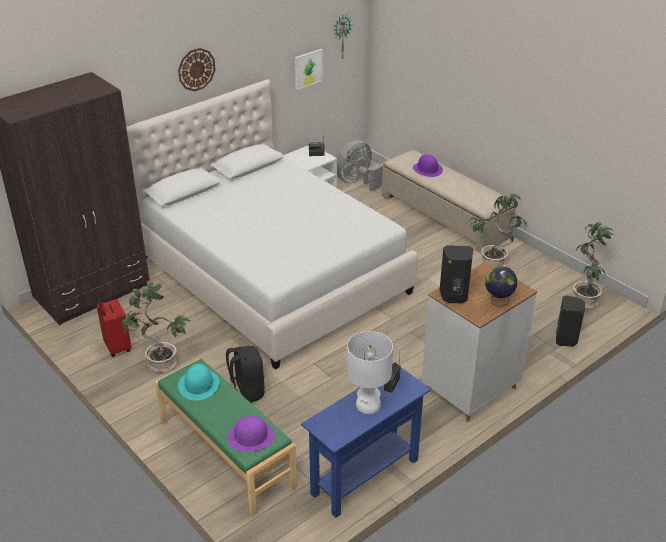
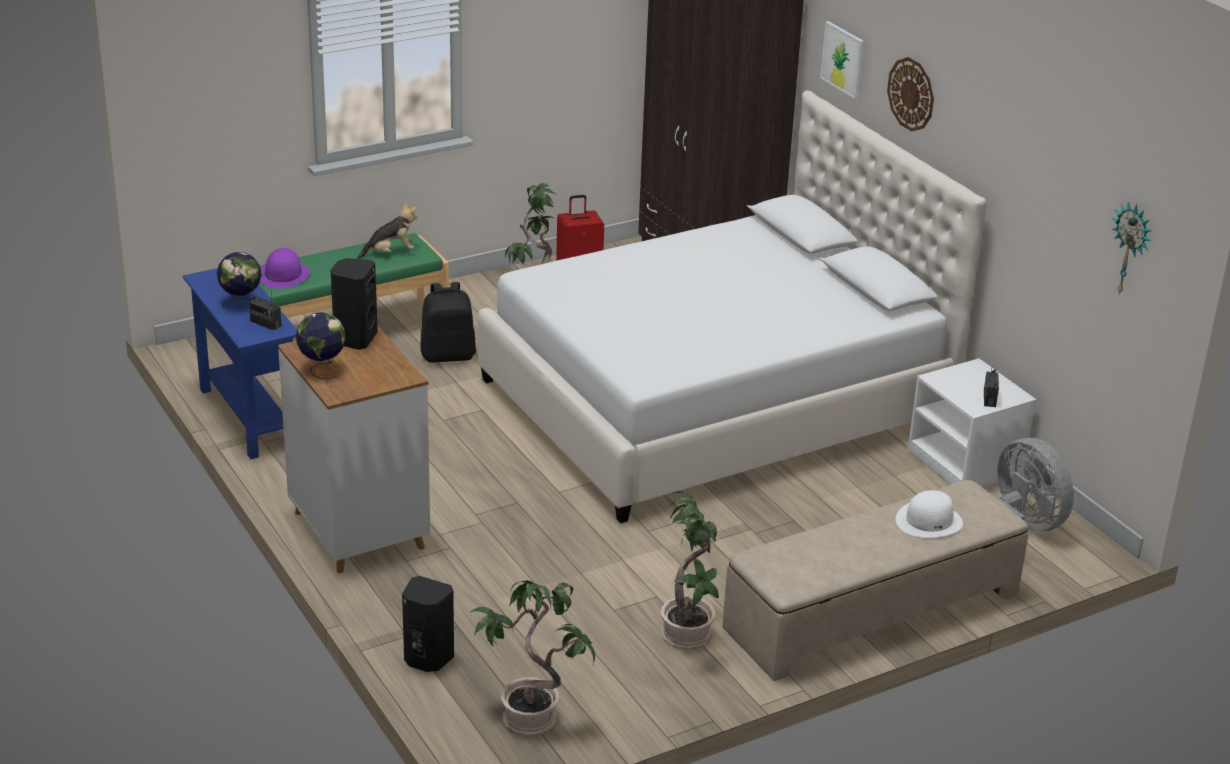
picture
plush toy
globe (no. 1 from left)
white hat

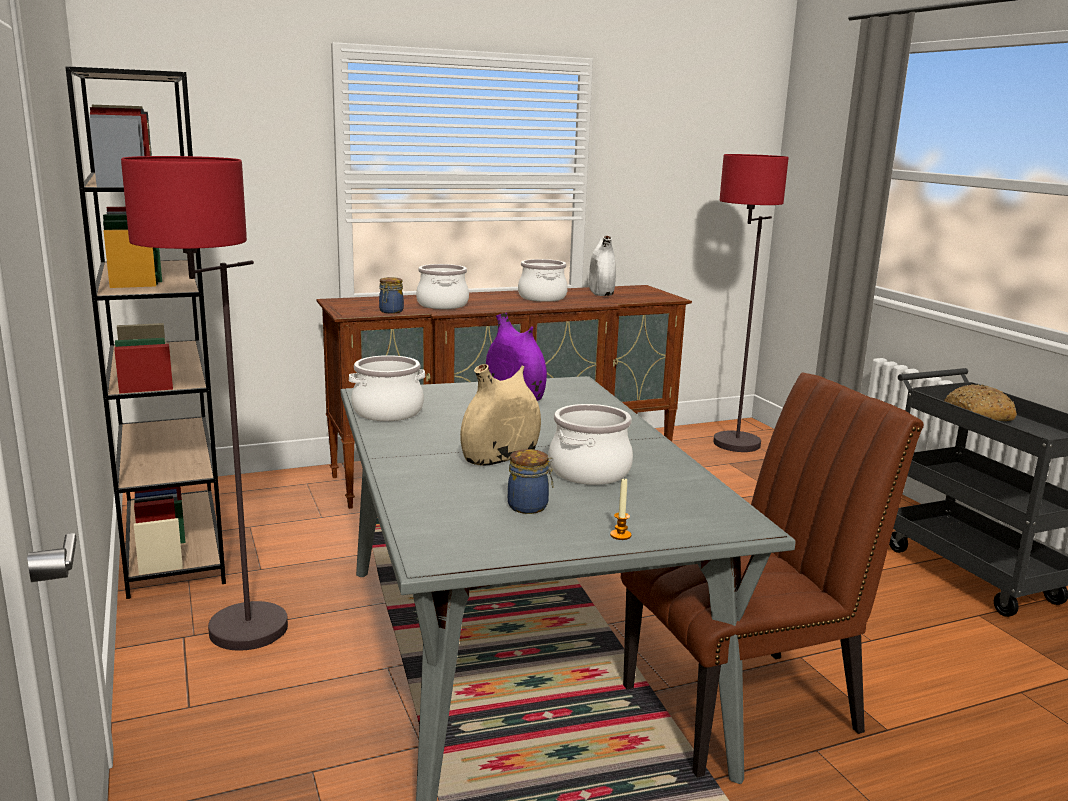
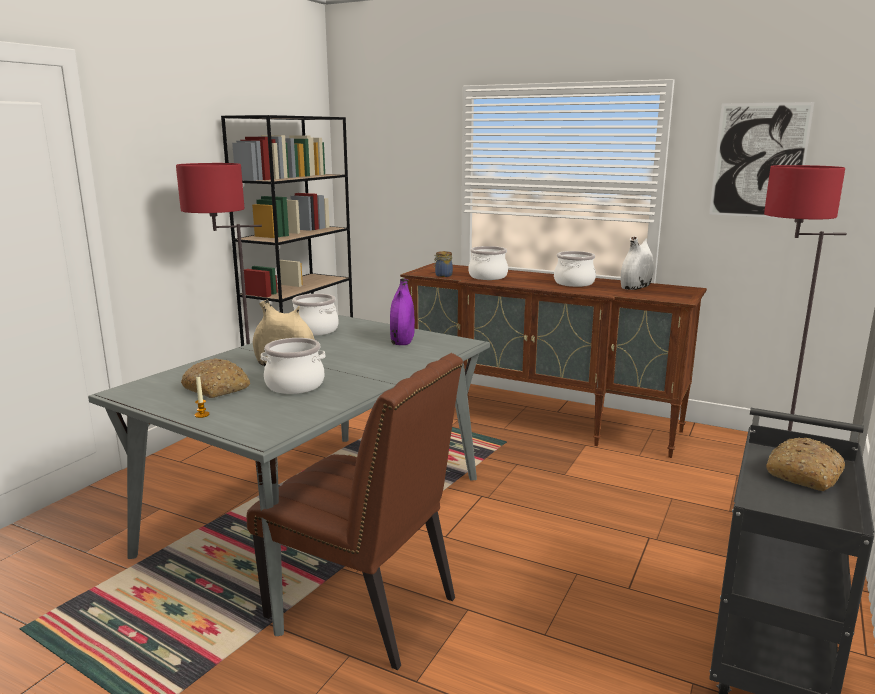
picture
bread (no. 1 from left)

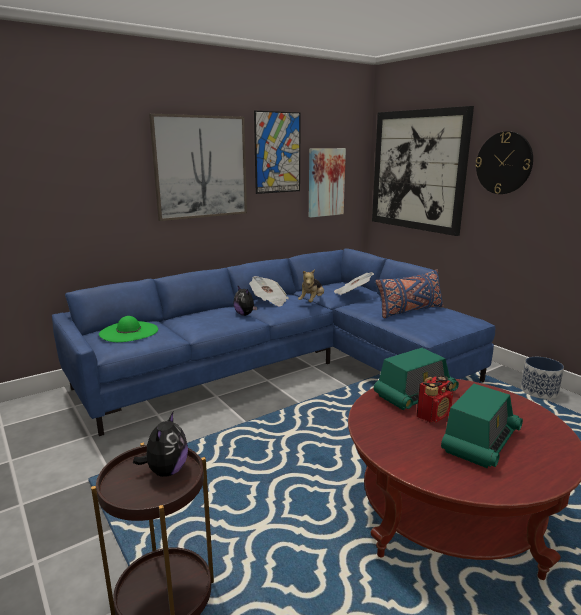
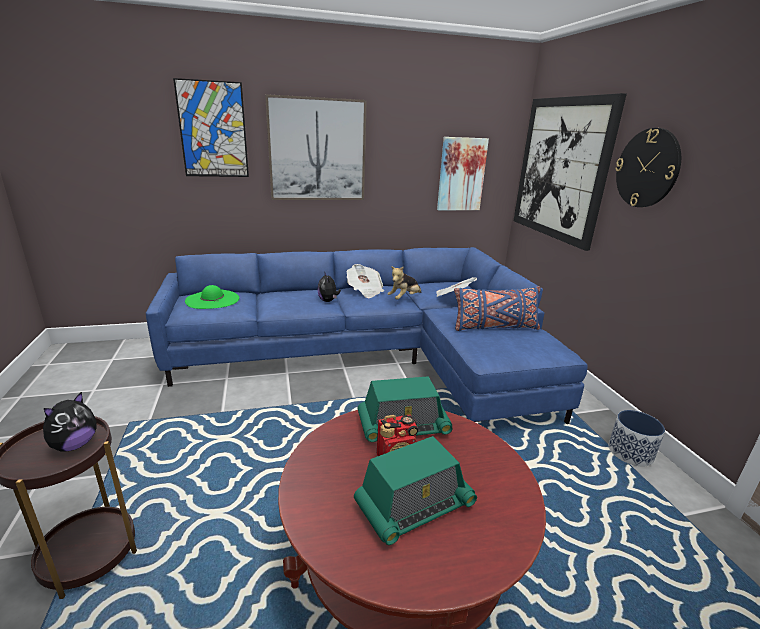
picture (no. 1 from left)

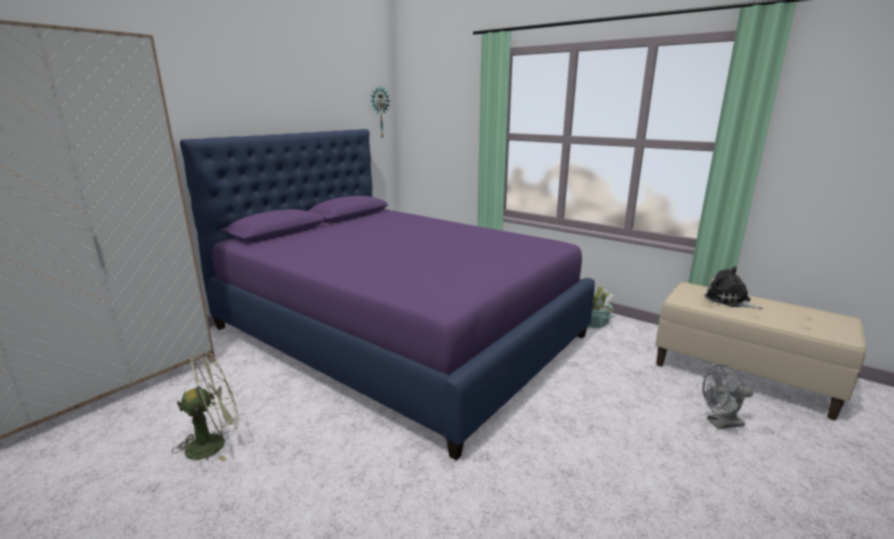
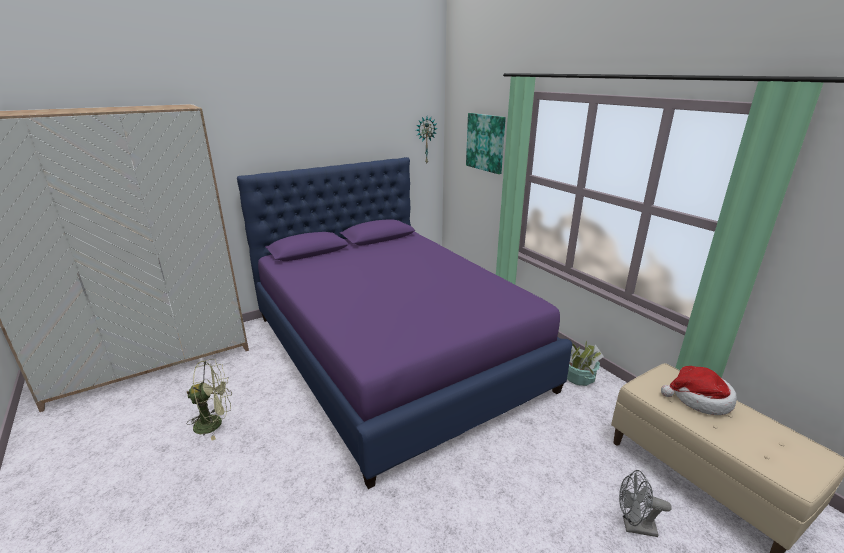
picture
hat

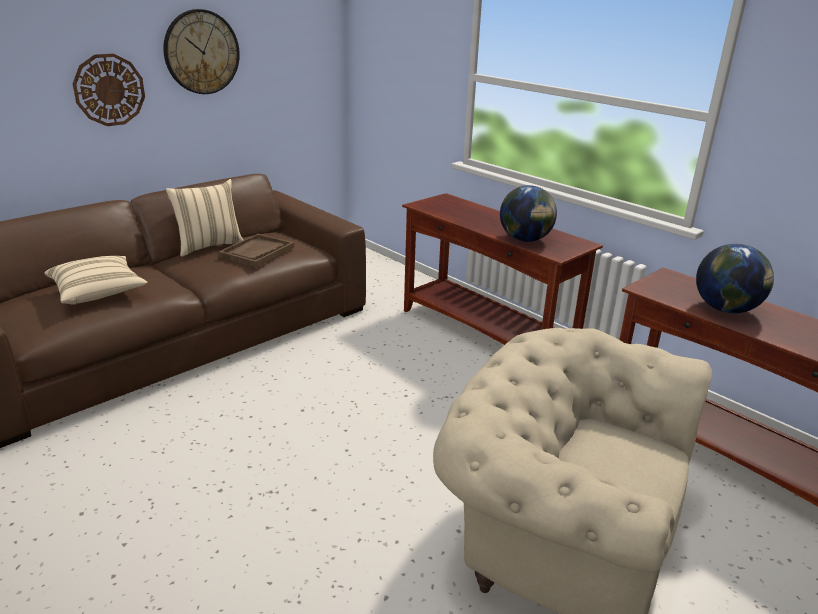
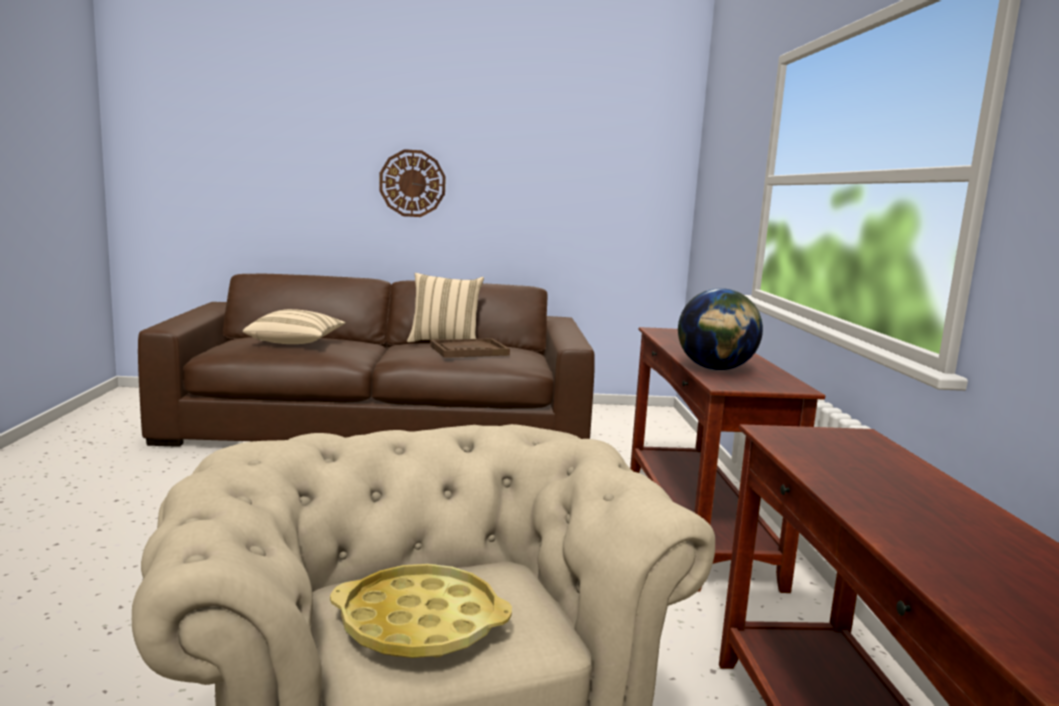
wall clock (no. 2 from left in the first image)
globe (no. 2 from left in the first image)
yellow tray

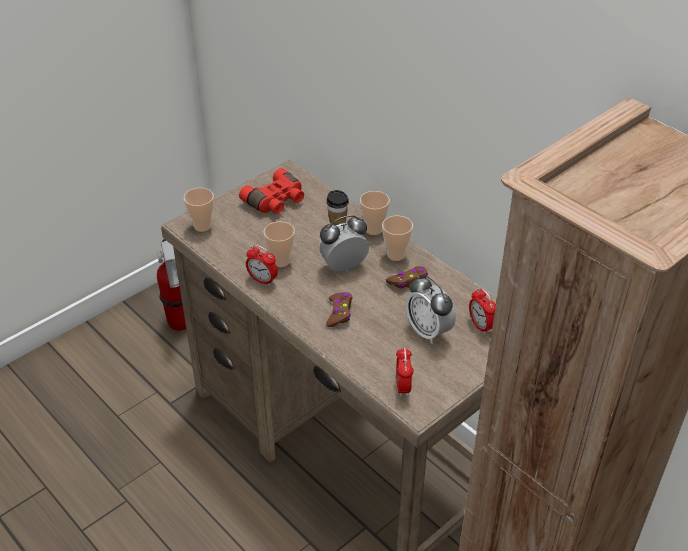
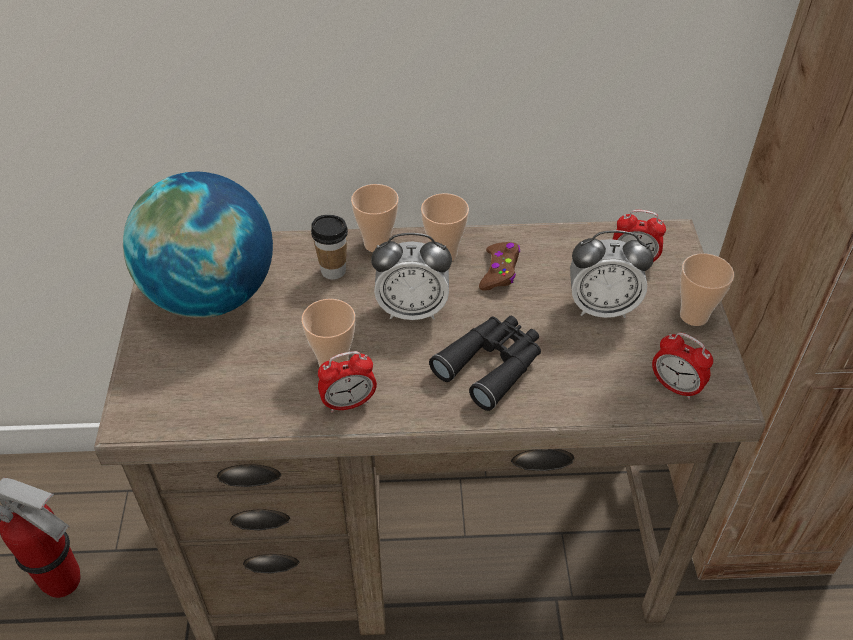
cup (no. 5 from left)
globe
black binoculars
alarm clock (no. 2 from left)

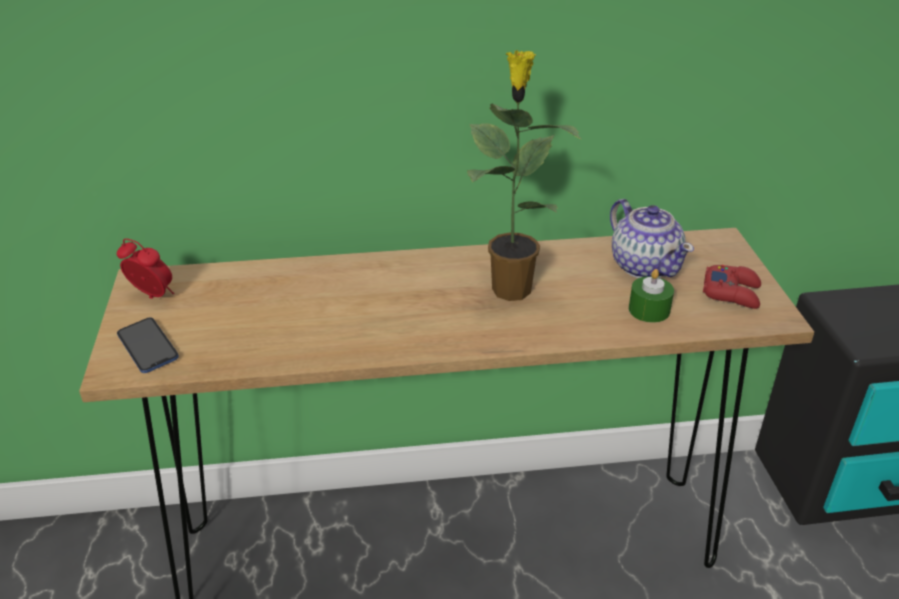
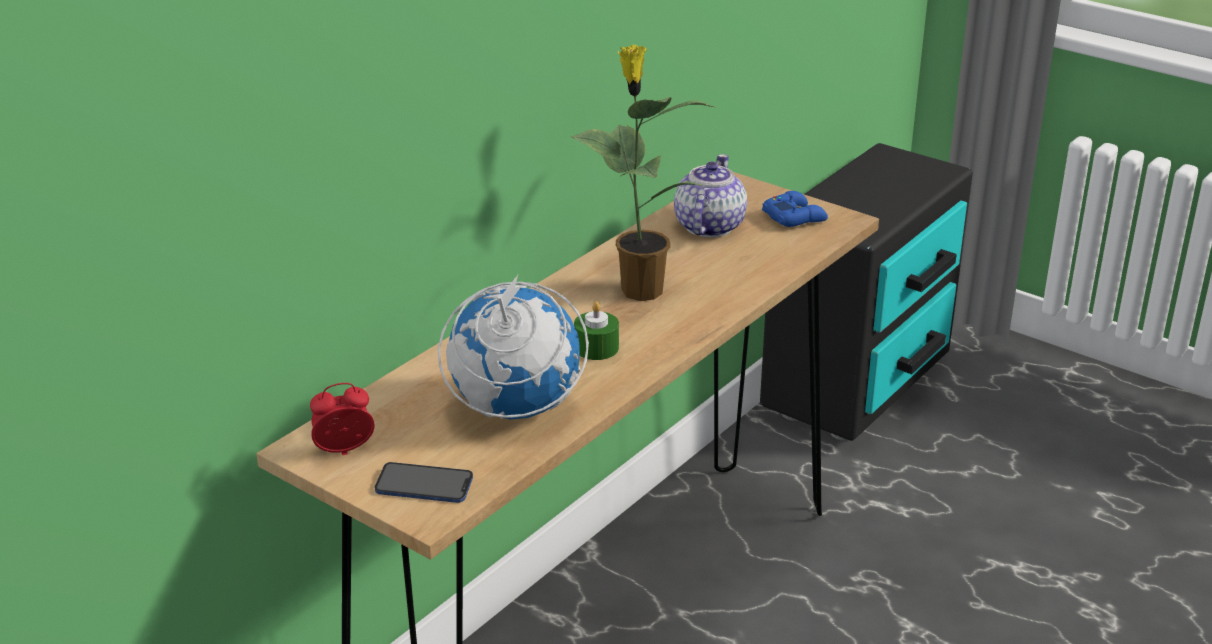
globe
green candle
blue game controller
teapot

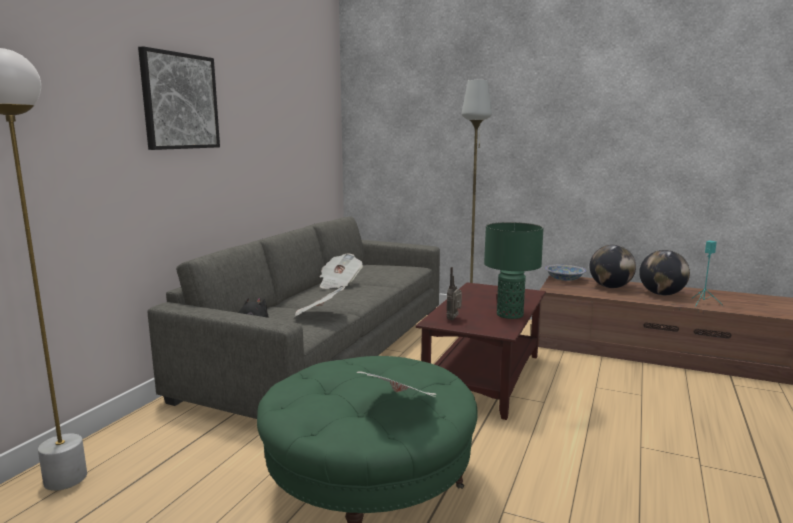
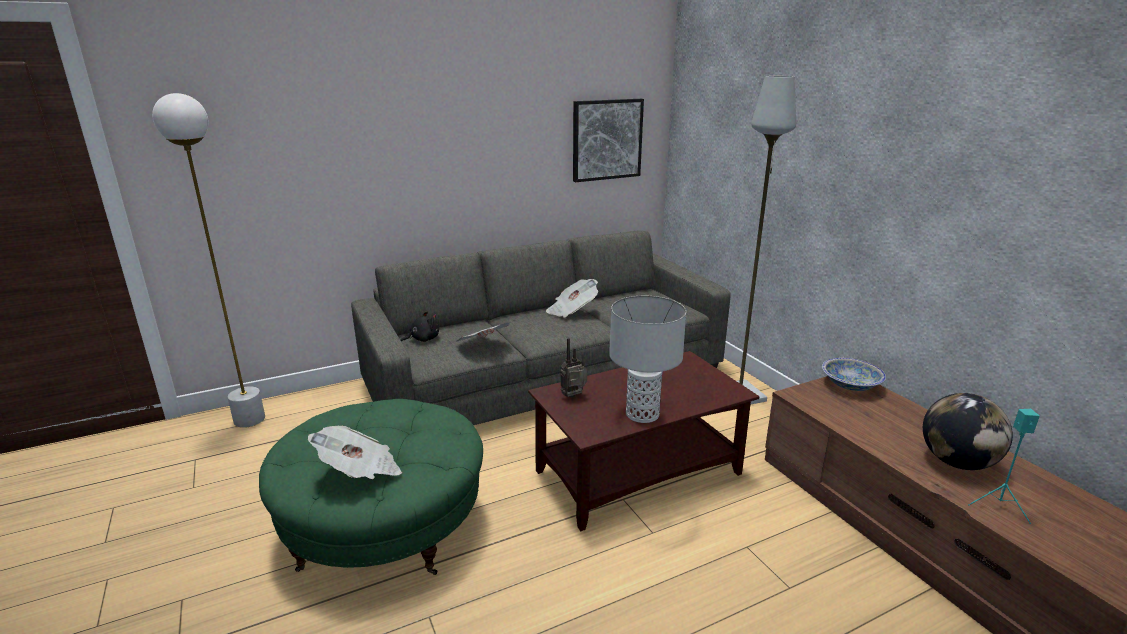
globe (no. 1 from left in the first image)
picture
white table lamp

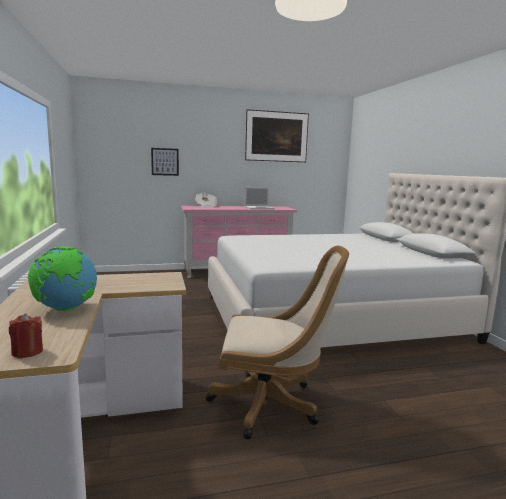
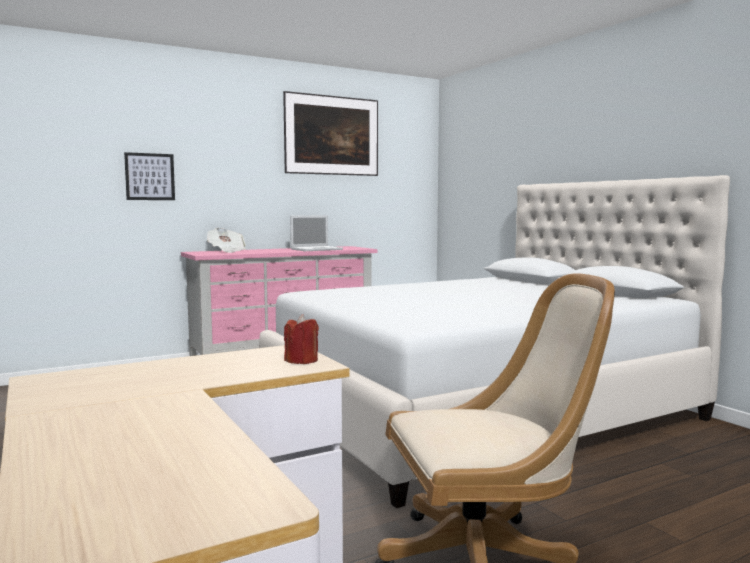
globe
red candle

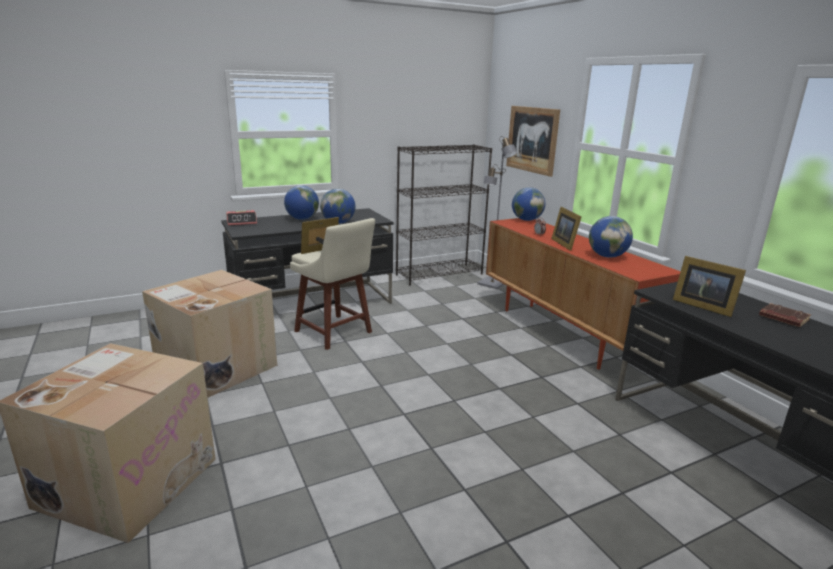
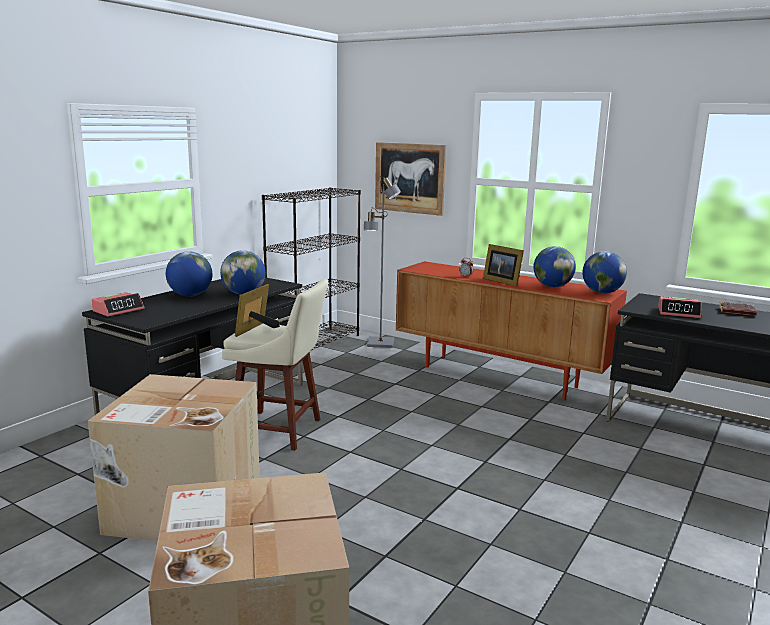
globe (no. 4 from left)
alarm clock (no. 3 from left)

